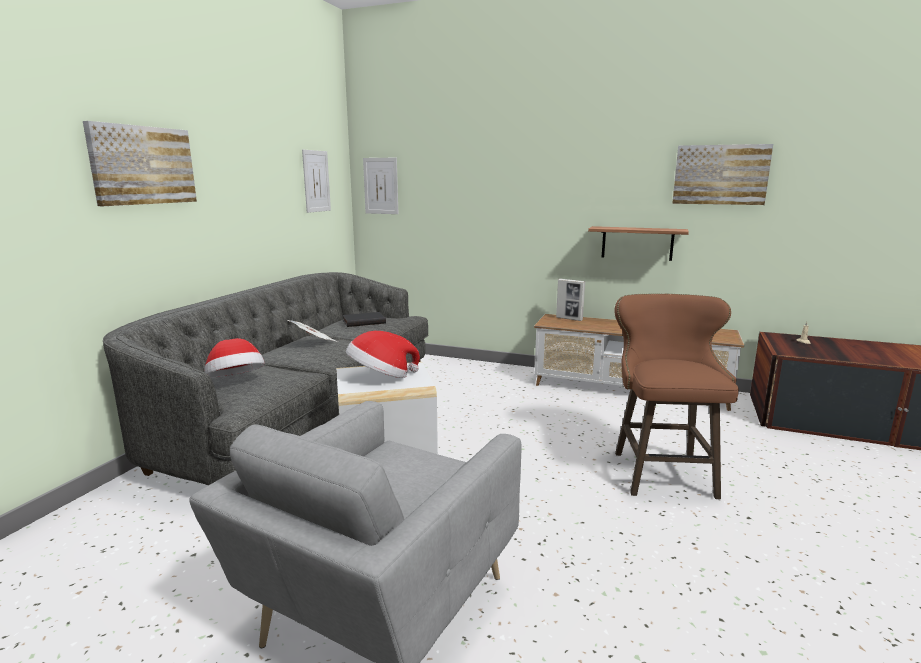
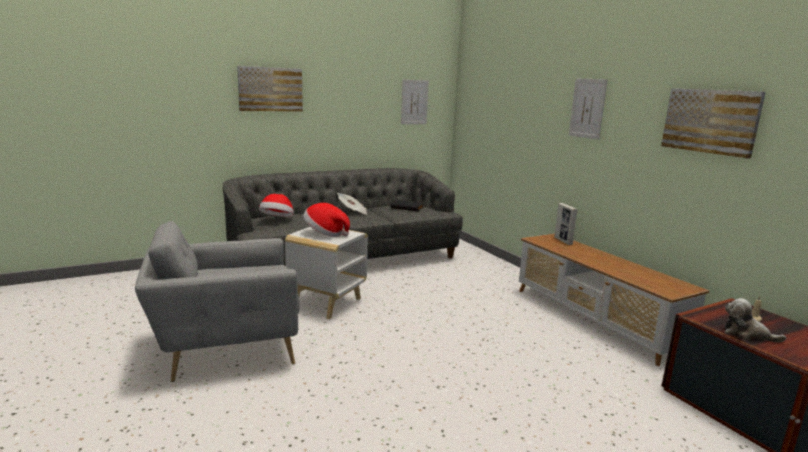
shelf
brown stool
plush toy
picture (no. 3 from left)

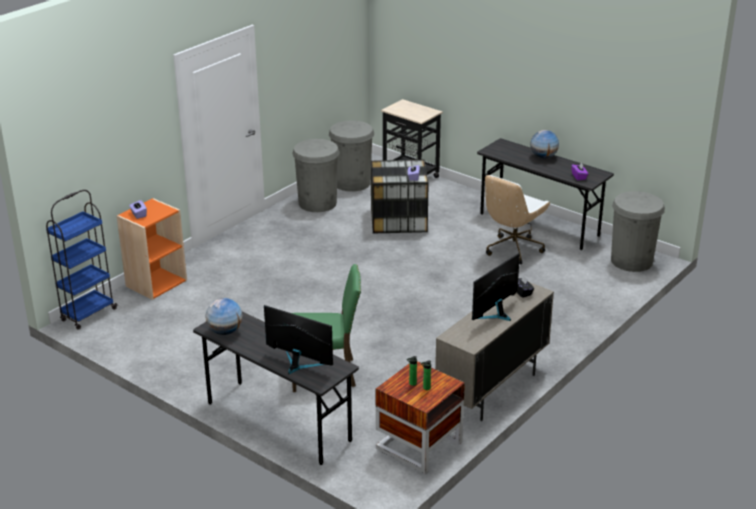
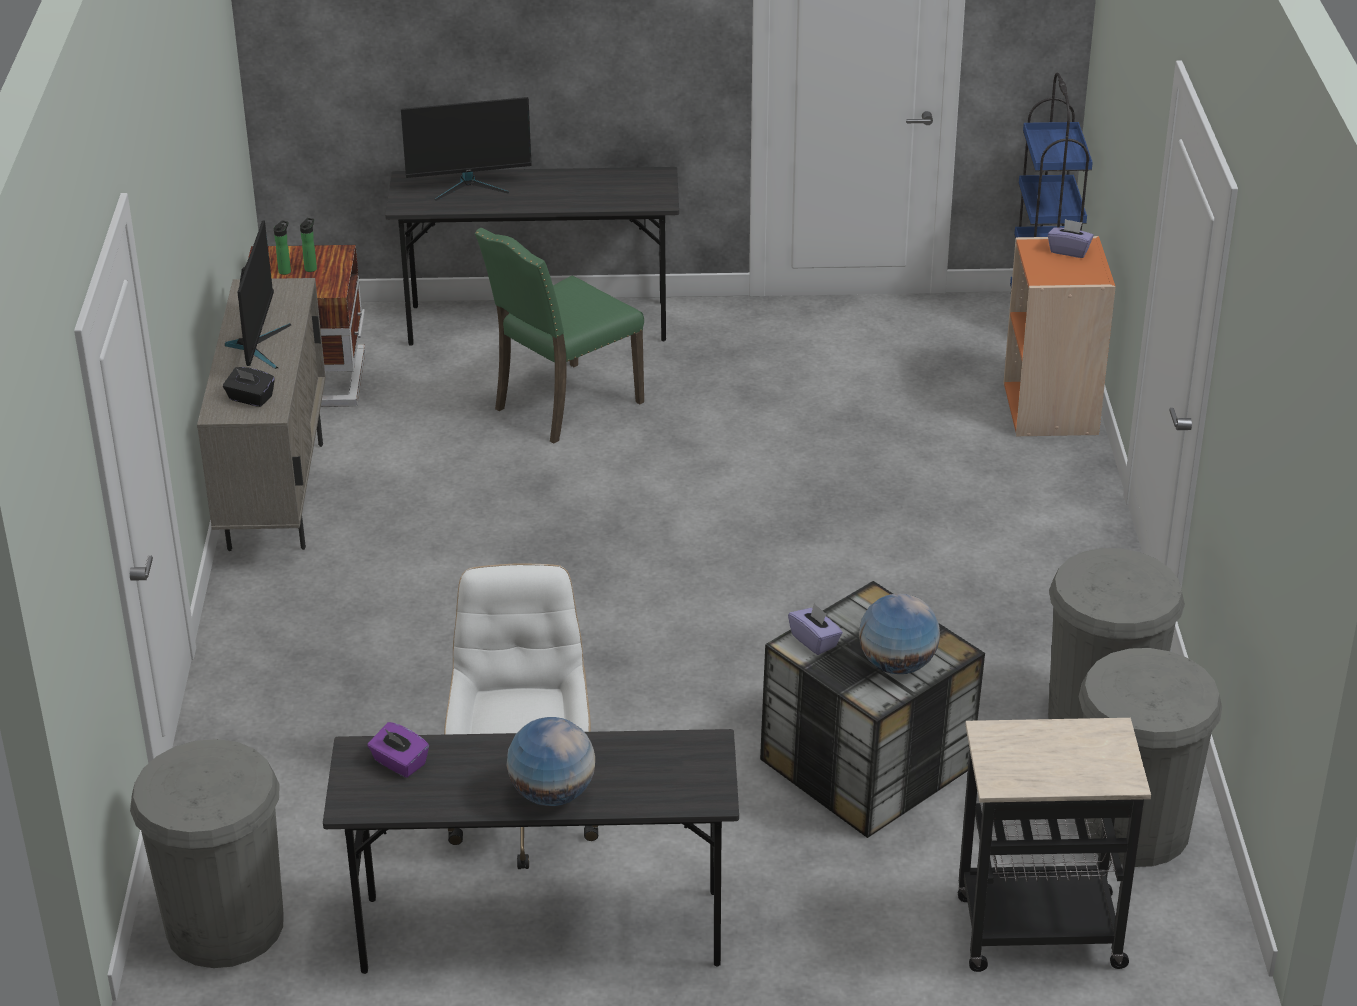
globe (no. 2 from left)

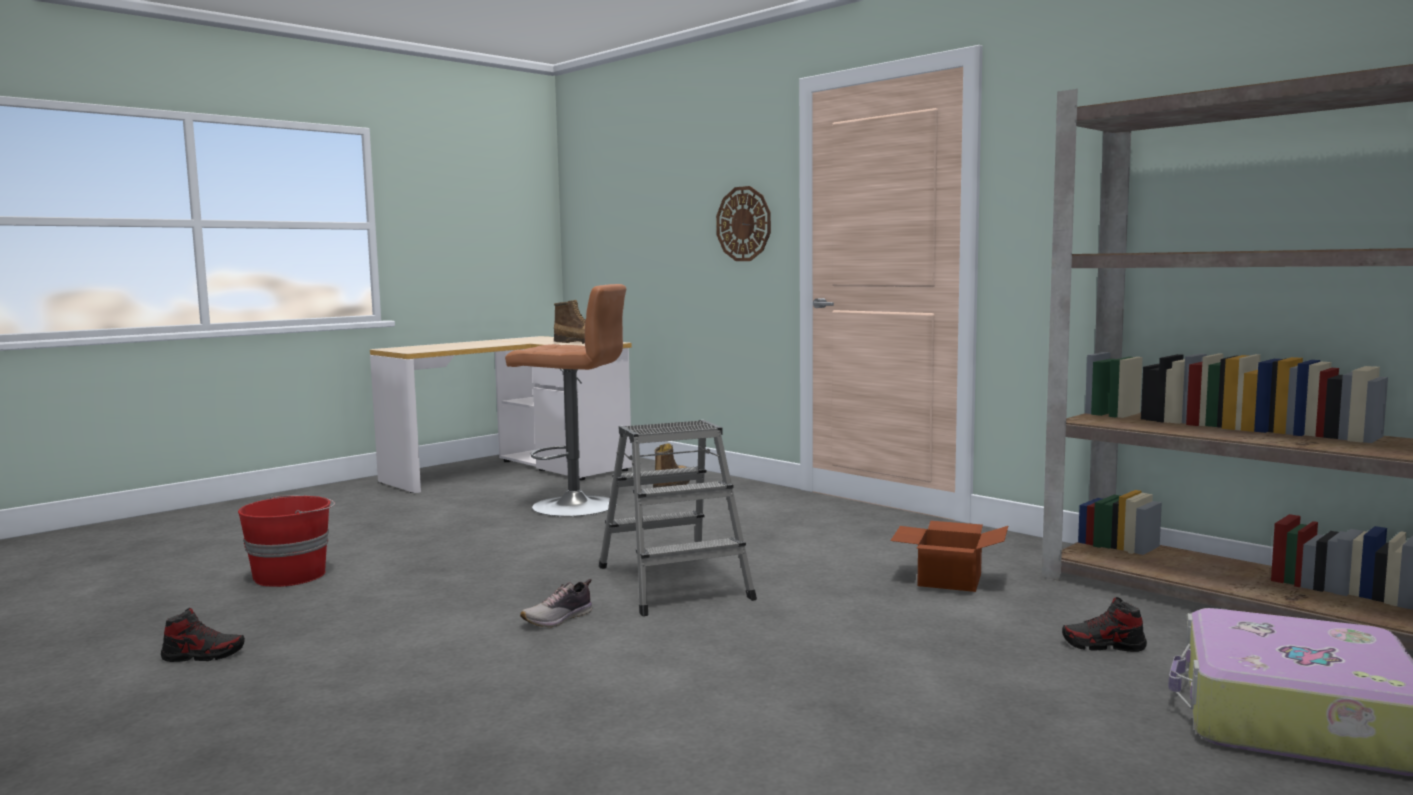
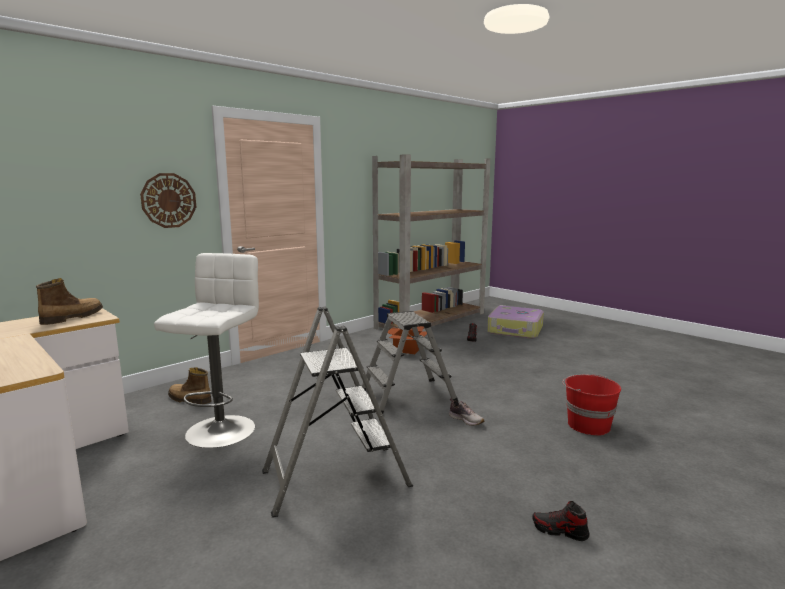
grey step ladder (no. 1 from left)
red bucket
white stool
shoe (no. 3 from left)

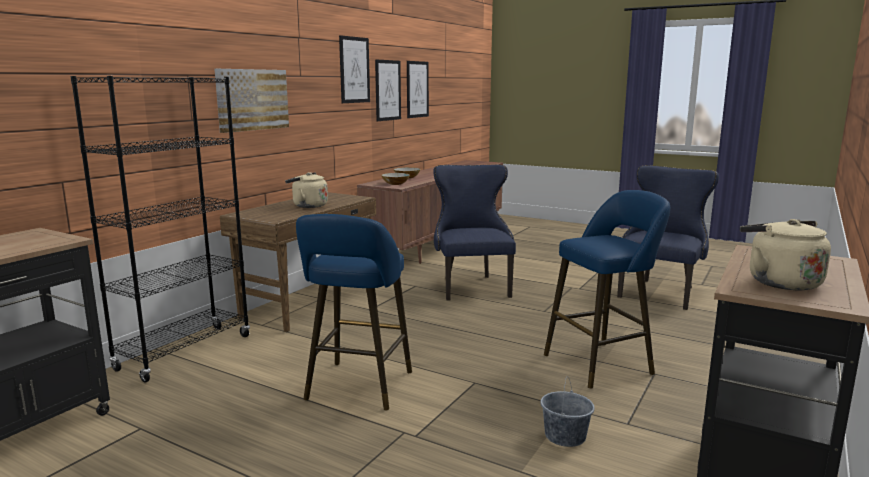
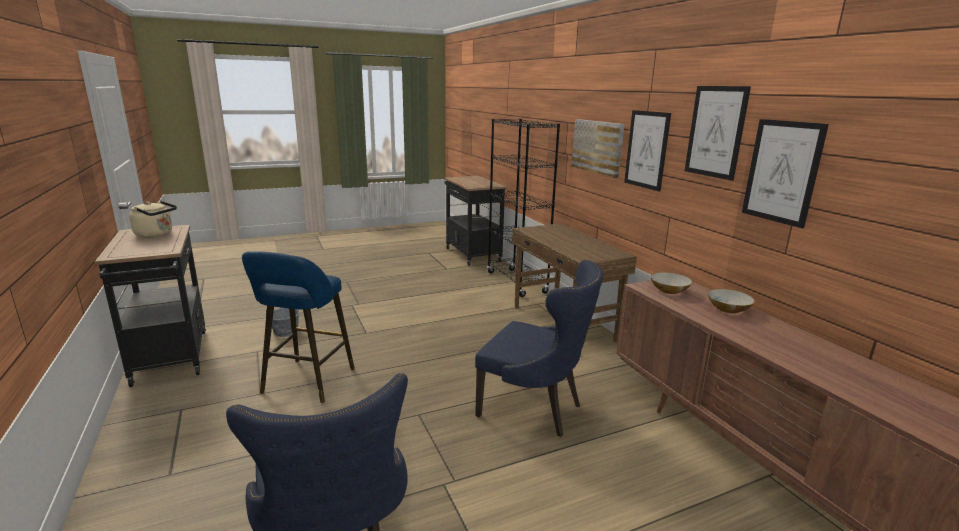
beige kettle (no. 1 from left in the first image)
blue stool (no. 1 from left in the first image)
picture (no. 2 from left)

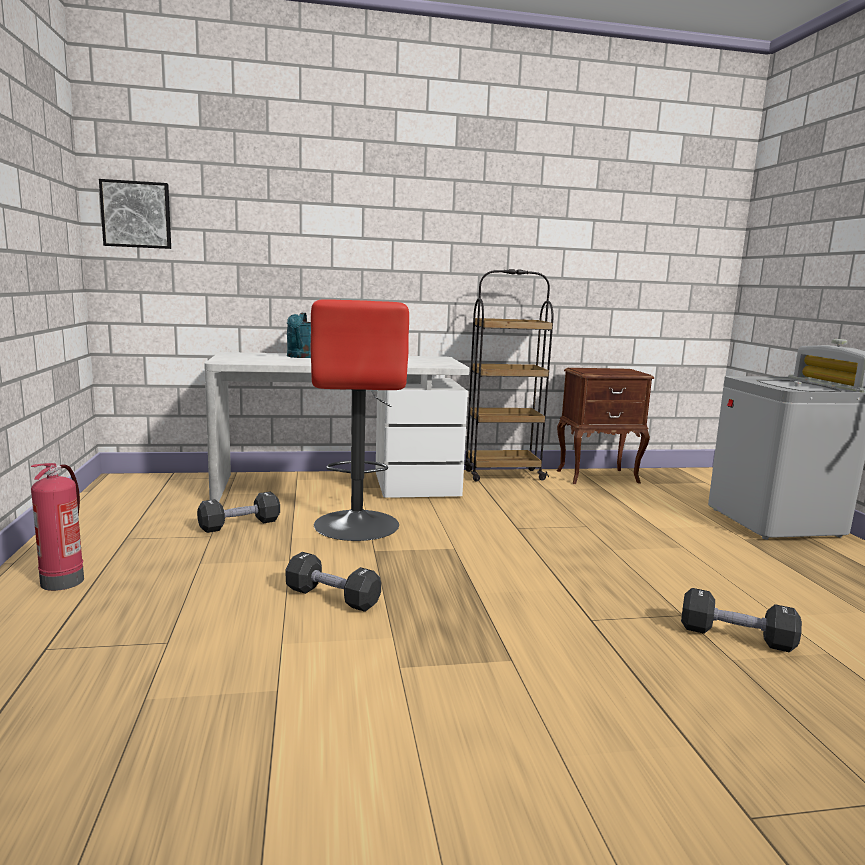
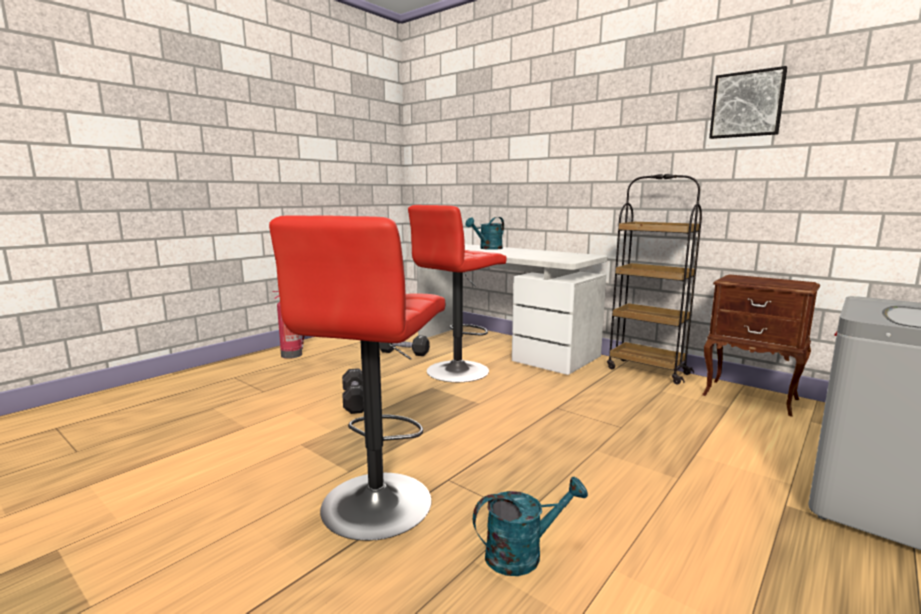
red stool (no. 1 from left)
picture
turquoise watering can (no. 2 from left)

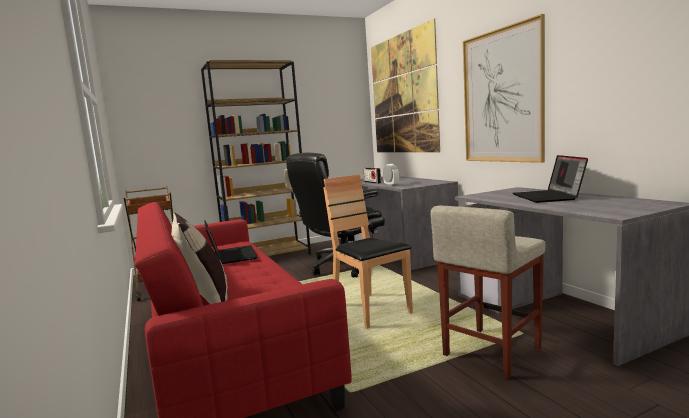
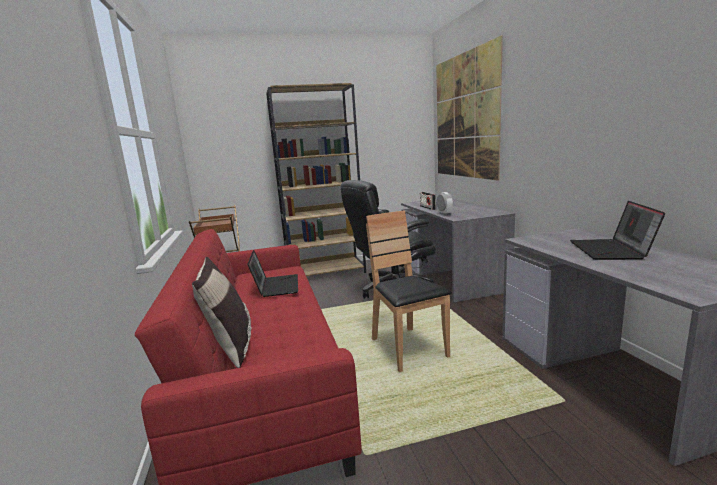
beige stool
picture (no. 2 from left in the first image)

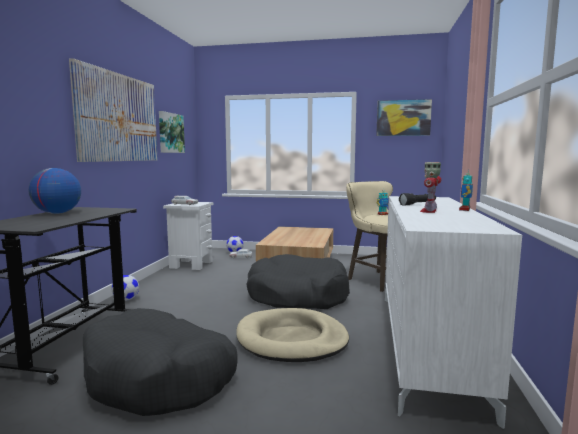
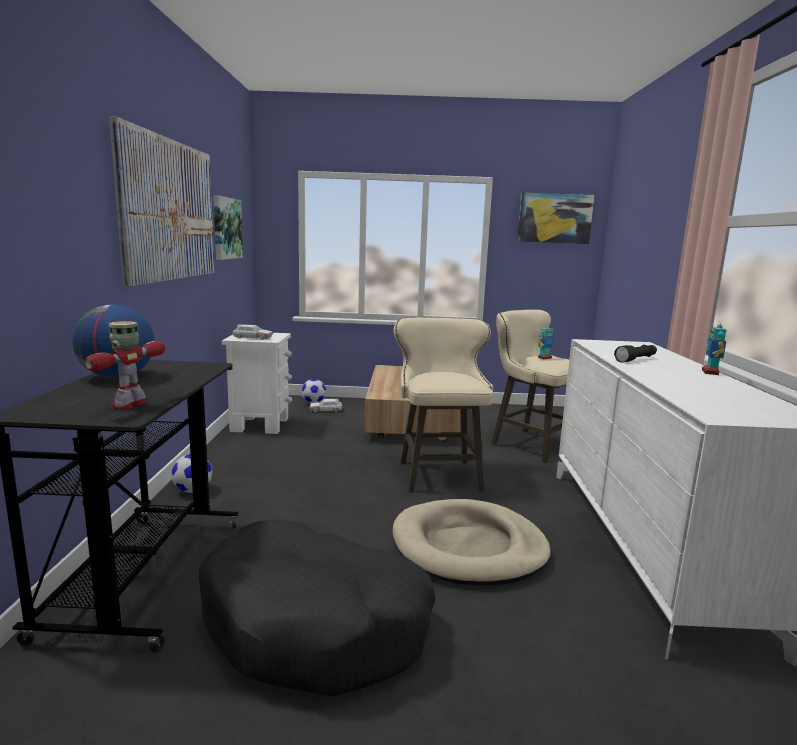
toy robot (no. 1 from left)
beige stool (no. 1 from left)

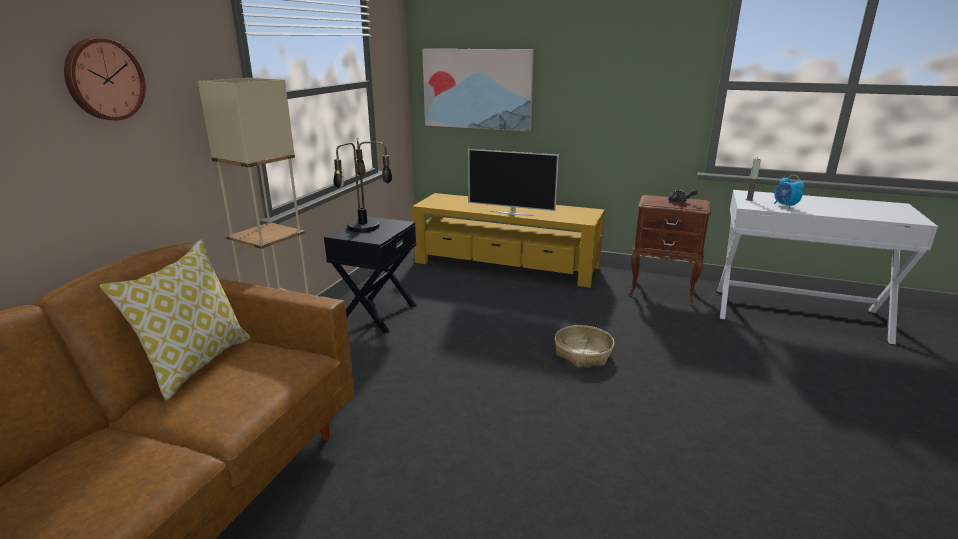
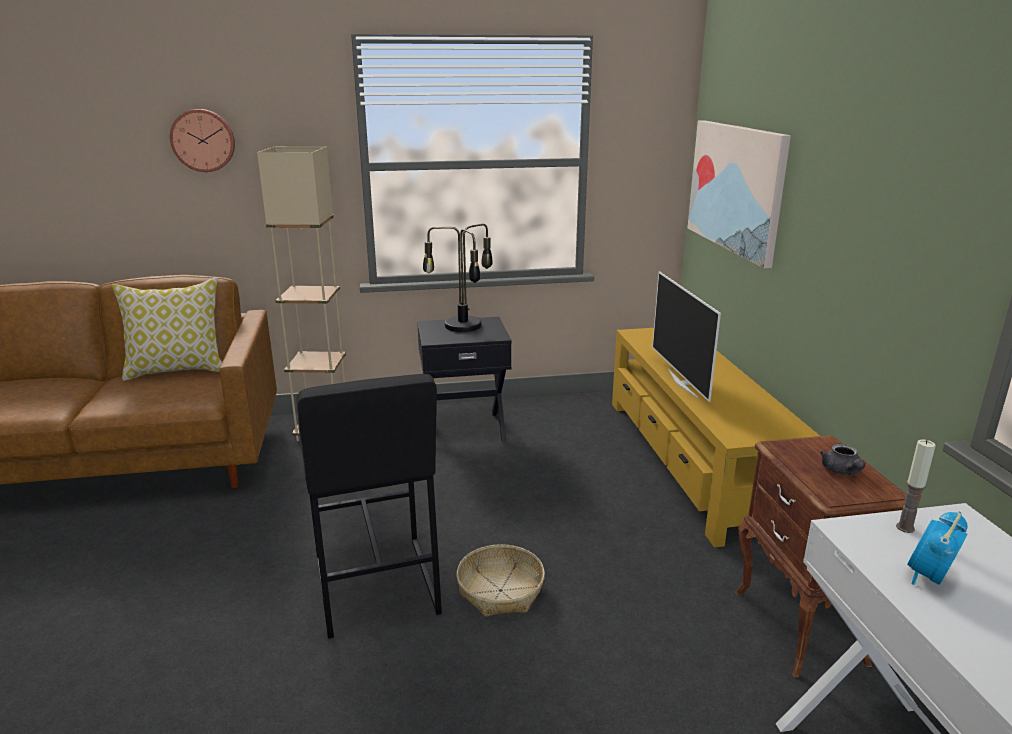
black stool

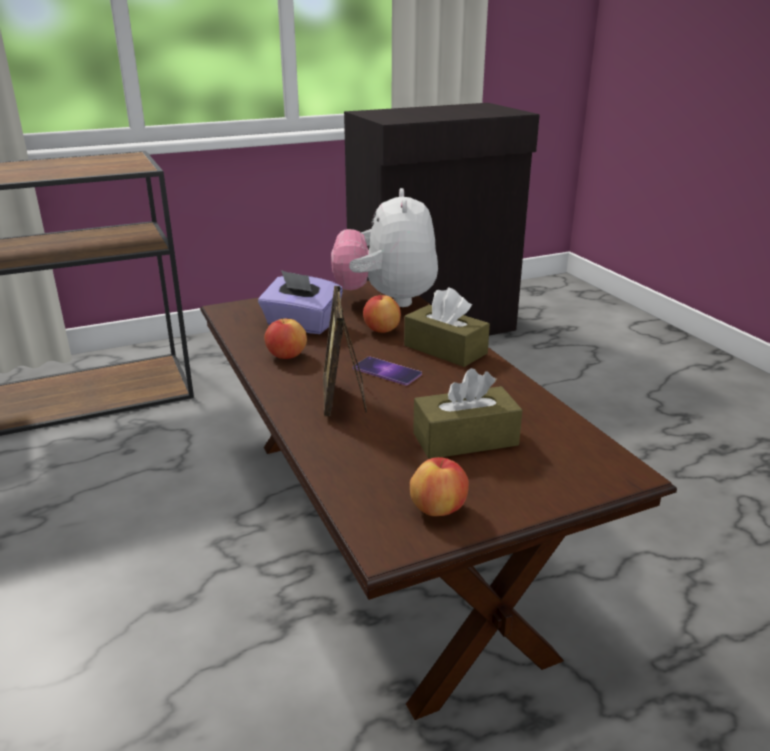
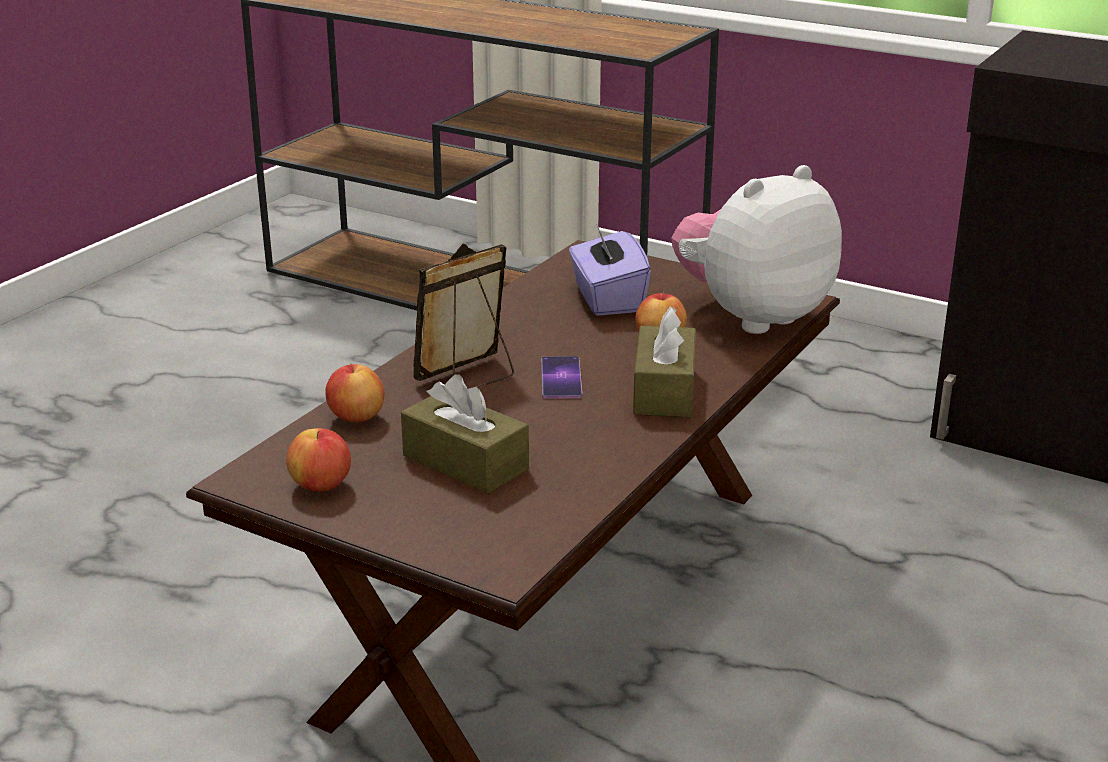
apple (no. 2 from left)

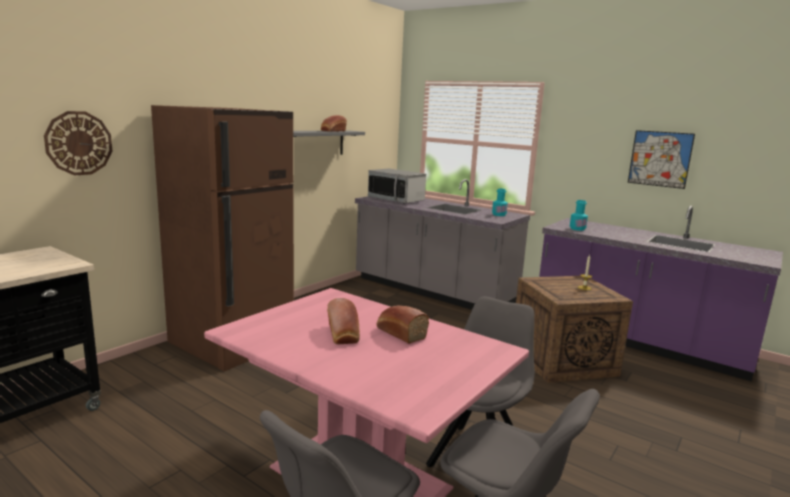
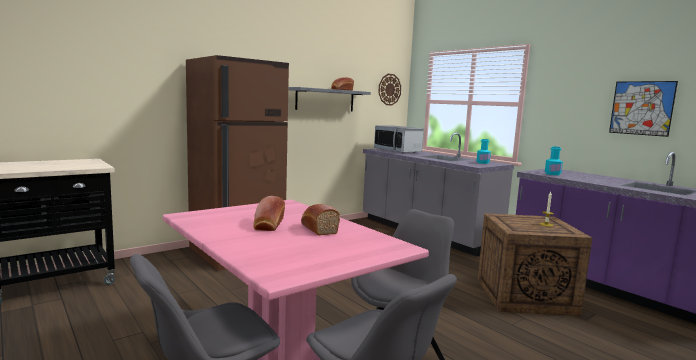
wall clock

